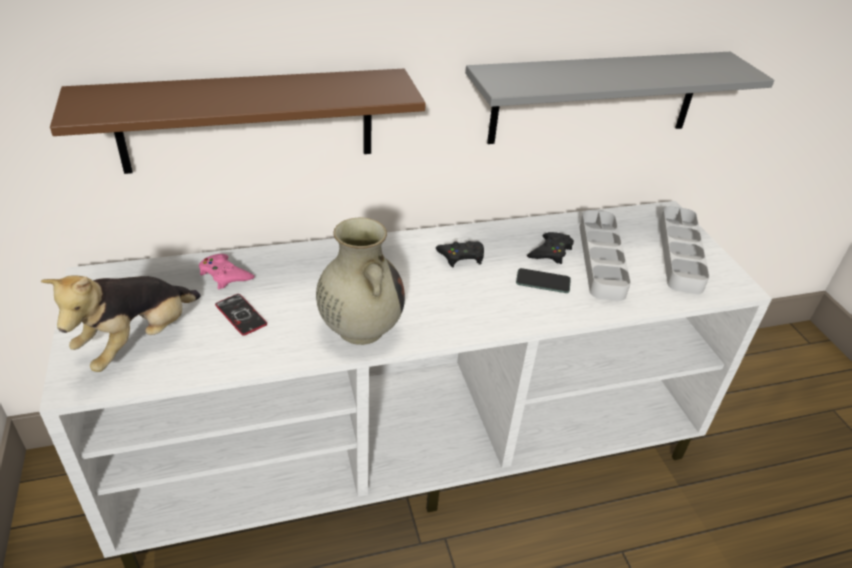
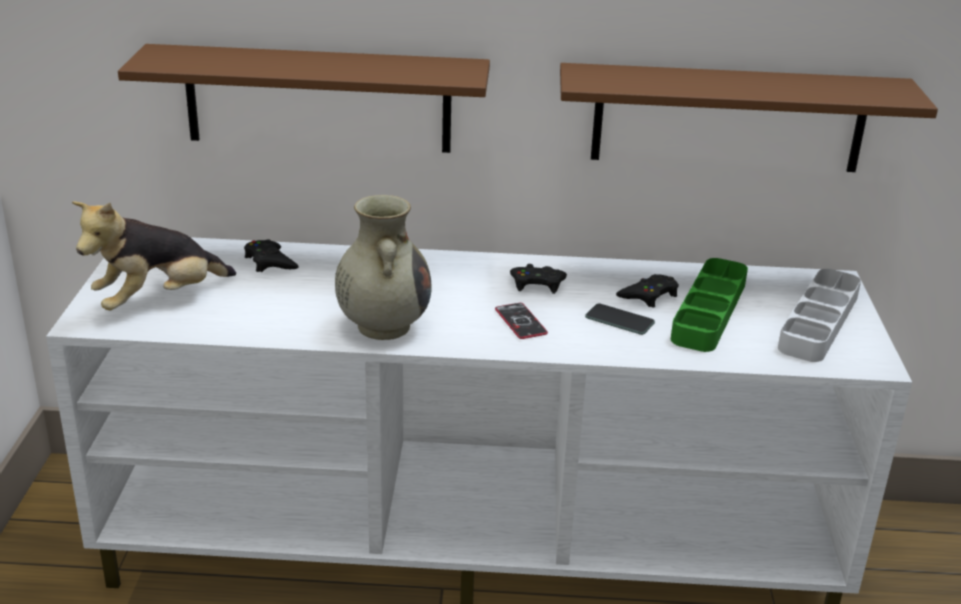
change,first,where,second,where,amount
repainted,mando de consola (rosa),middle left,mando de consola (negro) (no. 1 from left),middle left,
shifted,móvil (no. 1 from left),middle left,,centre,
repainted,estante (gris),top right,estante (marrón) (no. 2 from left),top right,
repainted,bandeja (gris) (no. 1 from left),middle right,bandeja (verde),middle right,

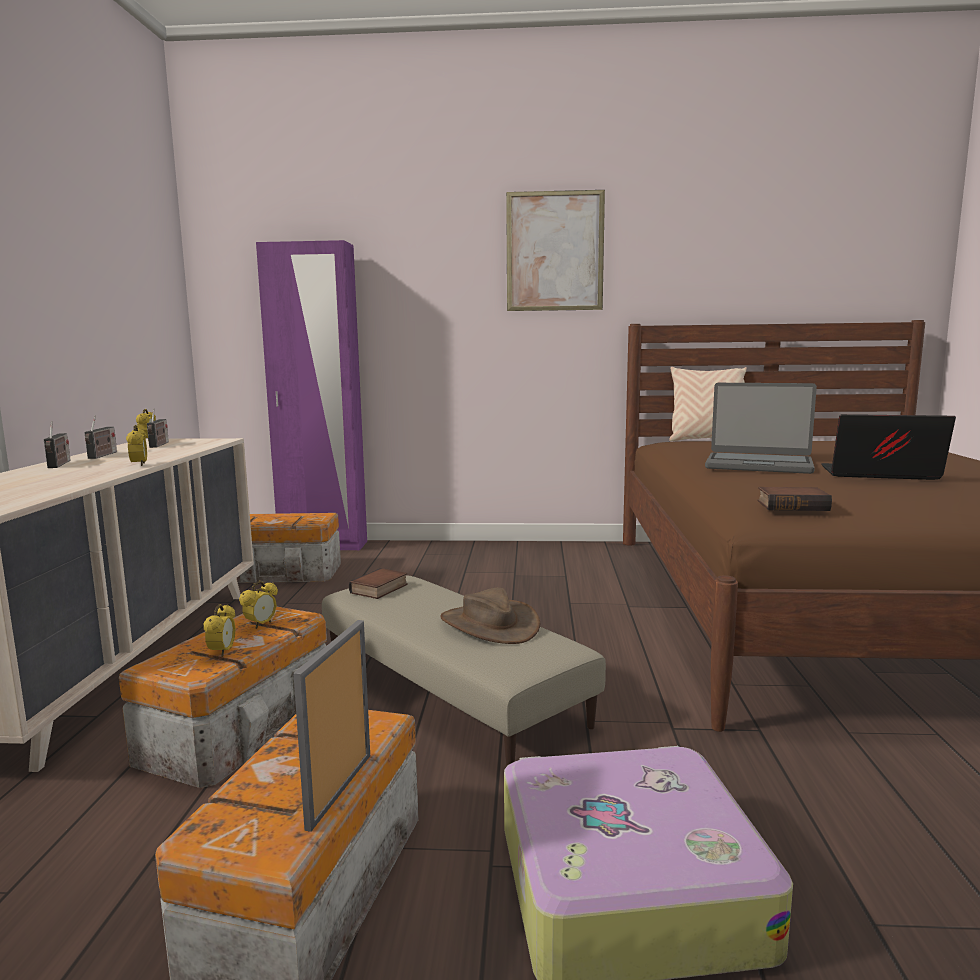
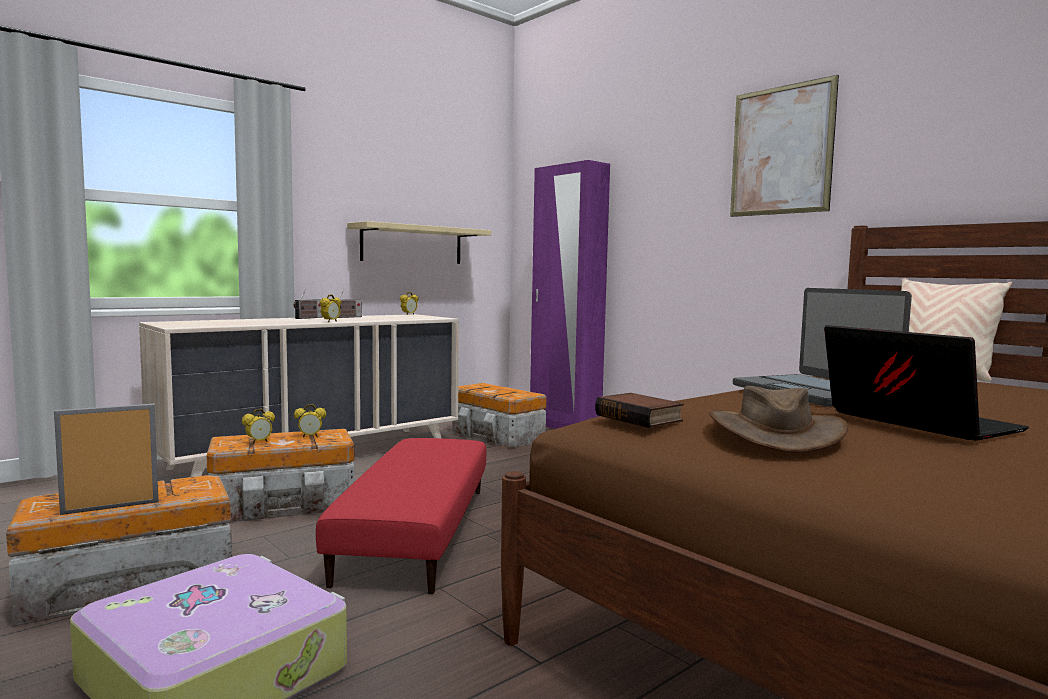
change,first,where,second,where,amount
gone,radio (no. 3 from left),middle left,,,
repainted,puf (beis),bottom centre,puf (rojo),bottom centre,
gone,libro (no. 1 from left),centre,,,
shifted,sombrero (marrón),centre,,middle right,
new,,,estante (beis),centre,

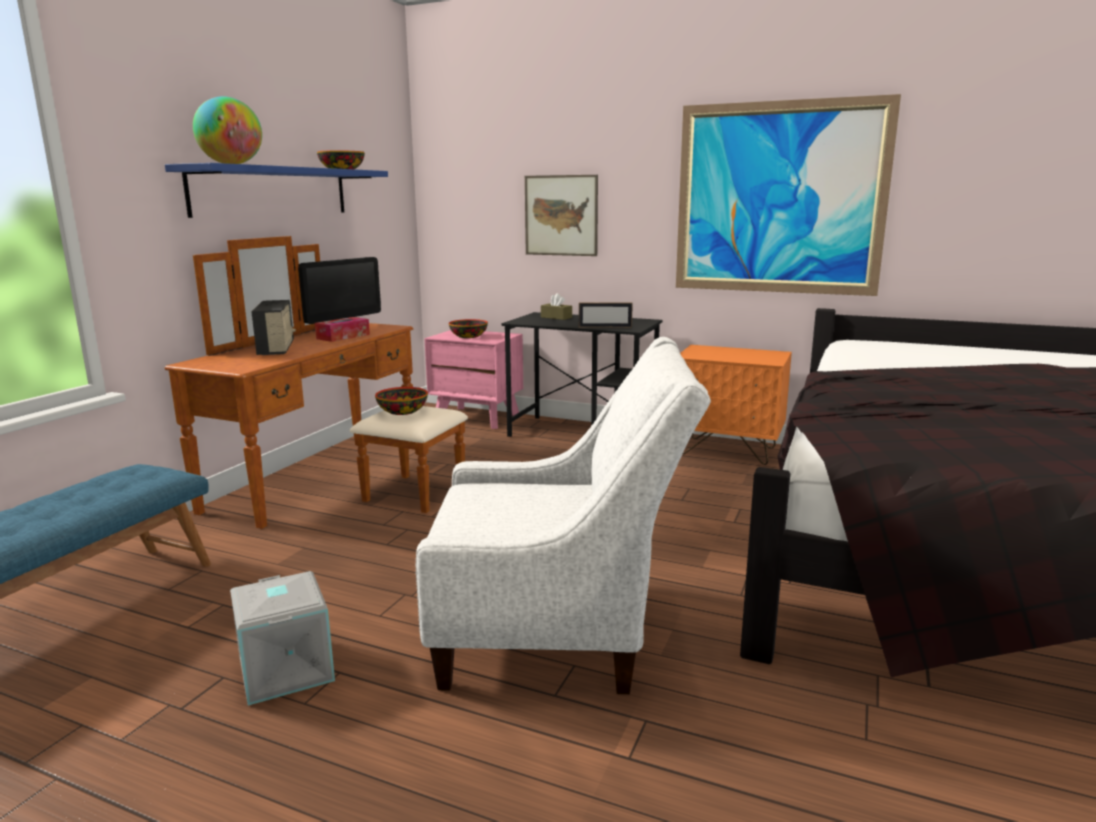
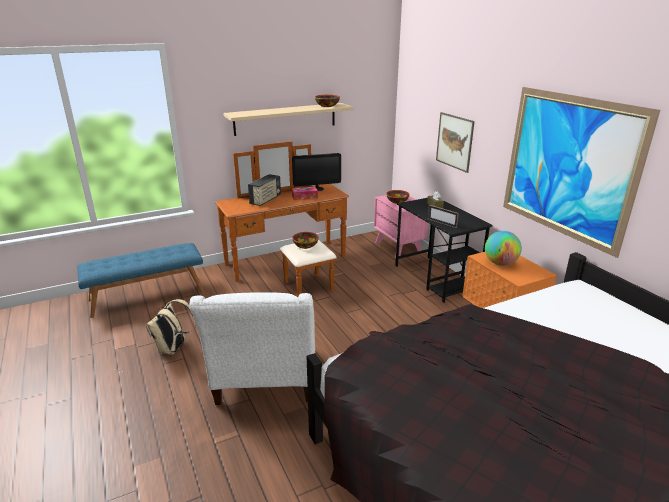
change,first,where,second,where,amount
repainted,estante (azul),top left,estante (beis),top centre,
shifted,globo terráqueo,top left,,middle right,
swapped,caja de almacenaje (gris),bottom left,mochila (beis),middle left,
rotated,sillón (blanco),centre,,bottom centre,45 degrees clockwise

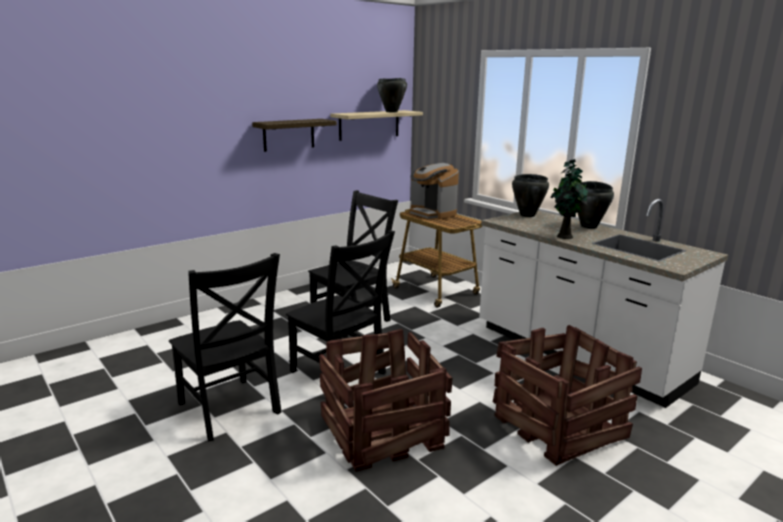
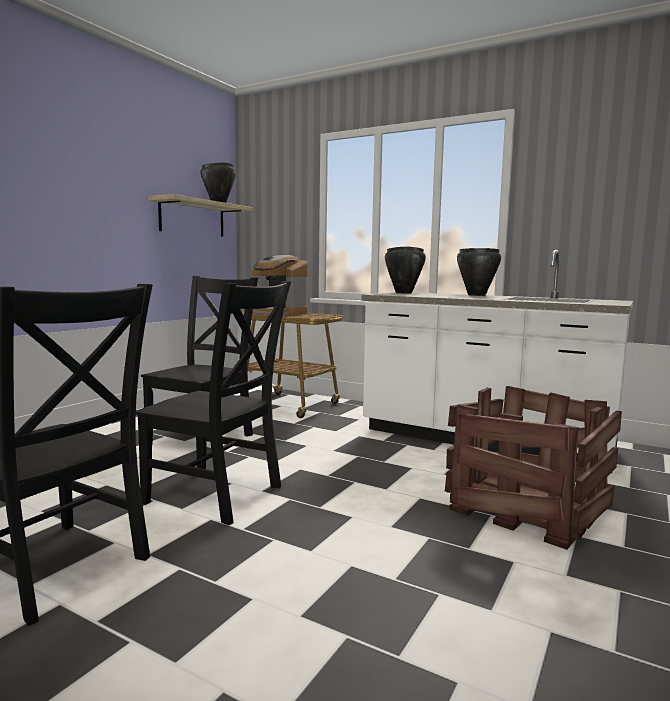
change,first,where,second,where,amount
gone,estante (no. 1 from left),top centre,,,
gone,caja de embalaje (no. 1 from left),bottom centre,,,
gone,planta en maceta,middle right,,,

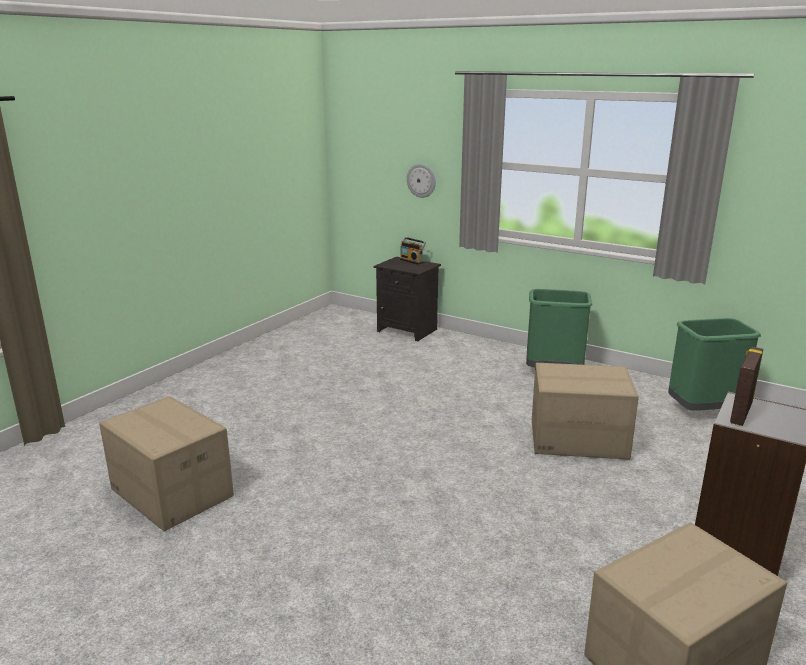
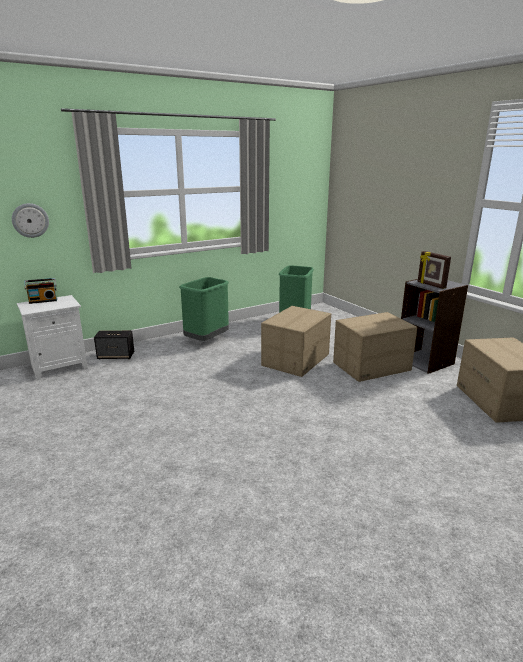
change,first,where,second,where,amount
shifted,caja de cartón (no. 1 from left in the first image),bottom left,caja de cartón (no. 2 from left),middle right,
repainted,mesita de noche (negro),centre,mesita de noche (blanco),middle left,
new,,,altavoz,middle left,

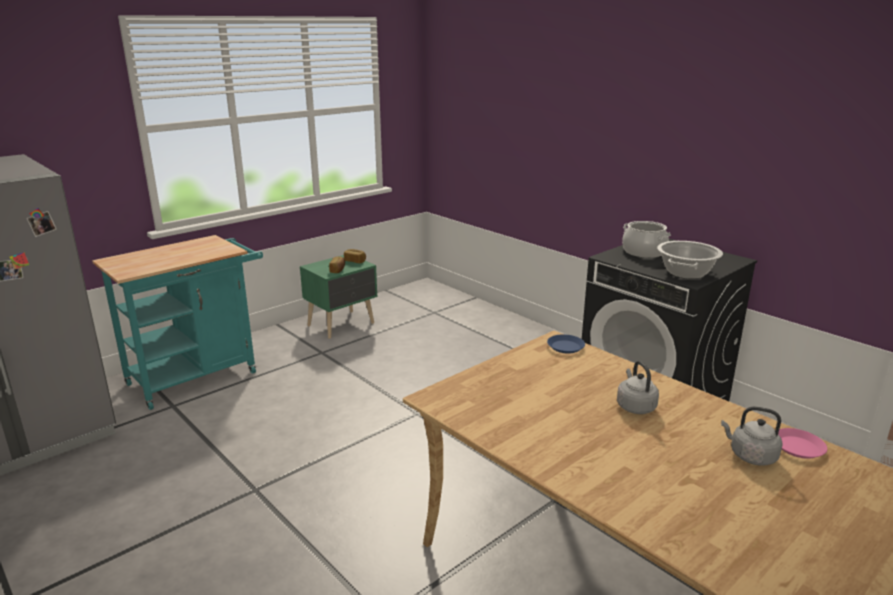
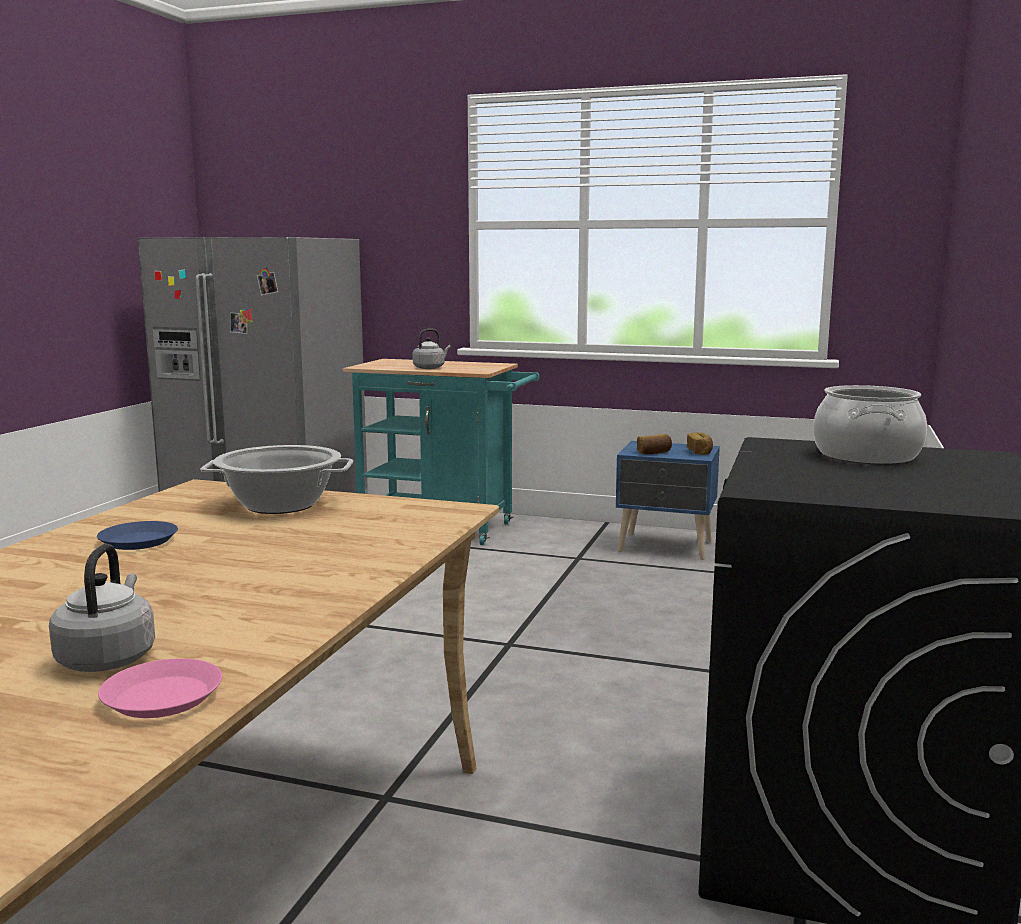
change,first,where,second,where,amount
repainted,mesita de noche (verde),centre,mesita de noche (azul),centre,
shifted,plato (azul),centre,,middle left,
shifted,hervidor (gris) (no. 1 from left in the first image),middle right,hervidor (gris) (no. 2 from left),centre,
shifted,olla (no. 2 from left in the first image),middle right,olla (no. 1 from left),middle left,

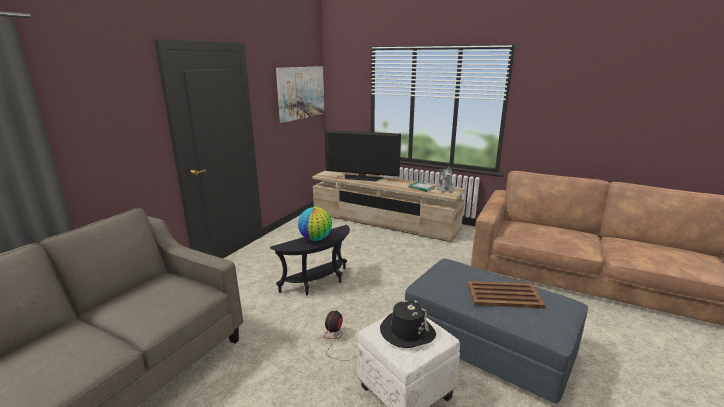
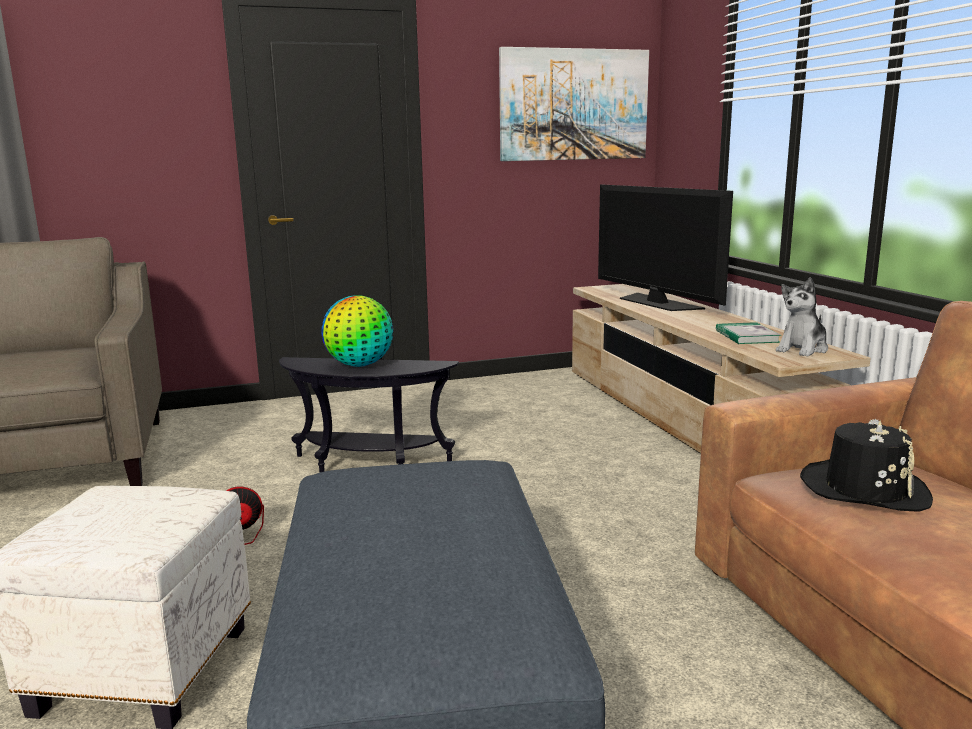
change,first,where,second,where,amount
shifted,sombrero (negro),bottom centre,,middle right,
gone,bandeja (marrón),bottom right,,,

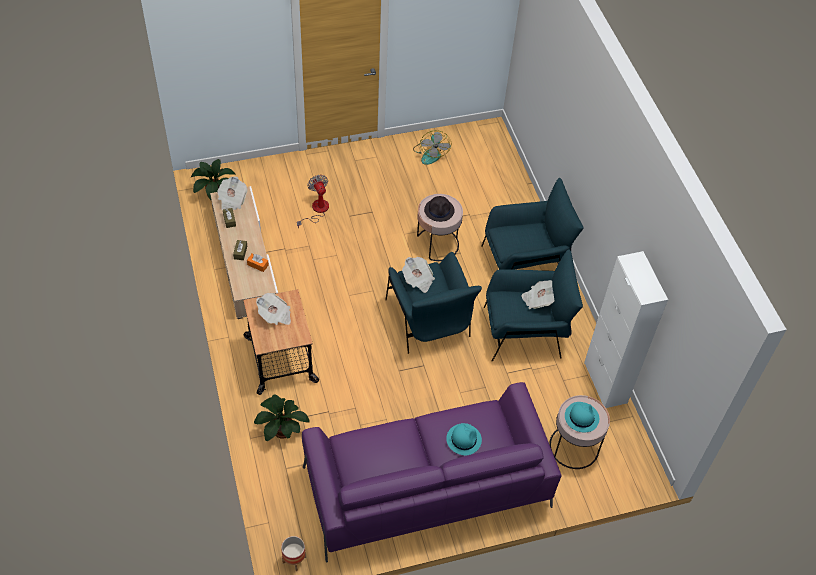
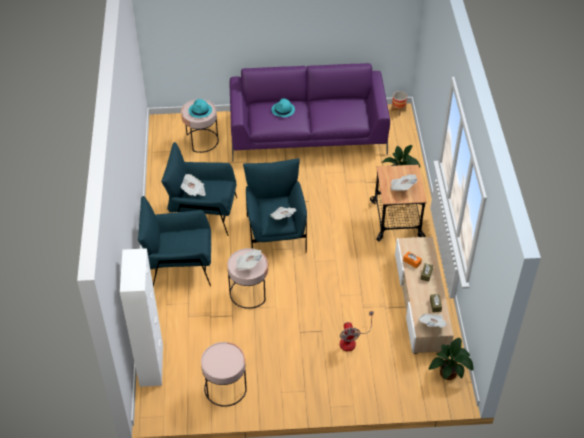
change,first,where,second,where,amount
swapped,ventilador (no. 2 from left),top centre,mesa auxiliar (rosa) (no. 2 from left),bottom centre,
swapped,sombrero (negro),centre,periódico (no. 2 from left),centre,
shifted,armario (blanco),middle right,,bottom left,

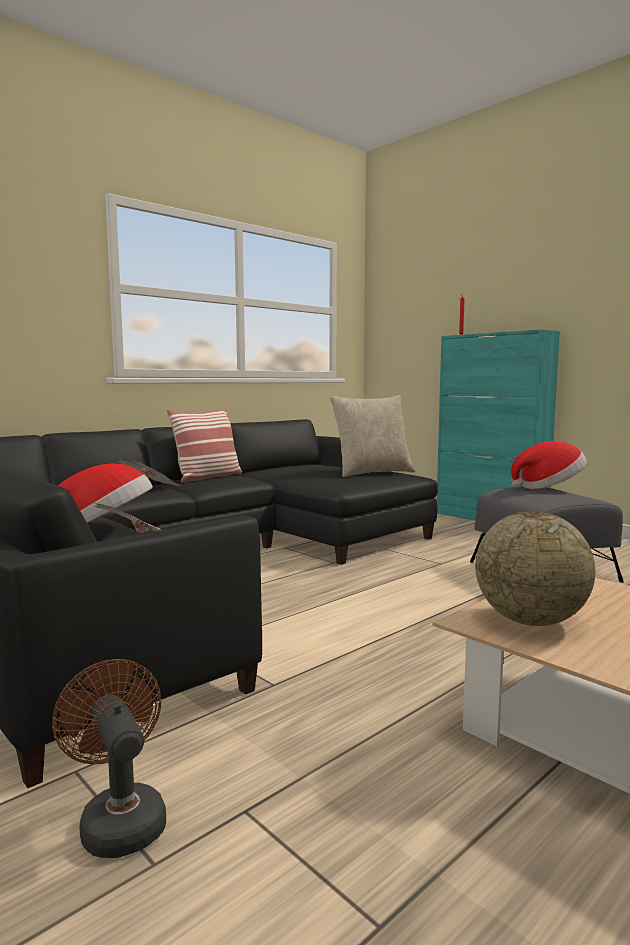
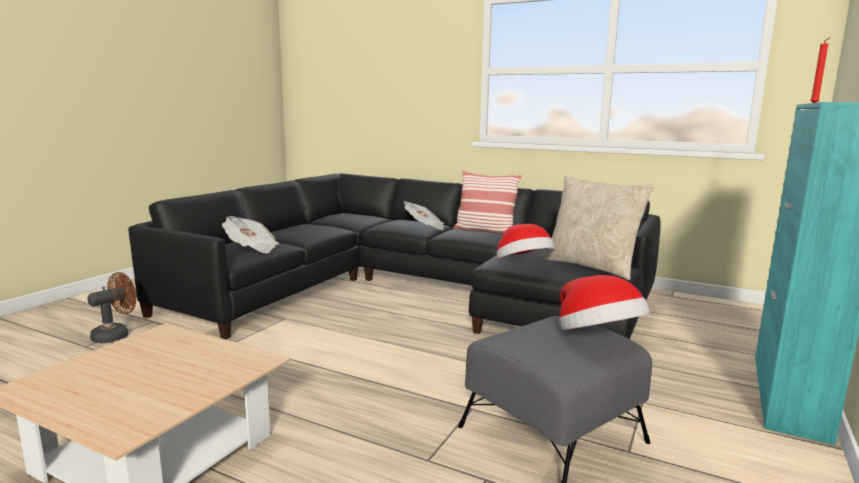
change,first,where,second,where,amount
shifted,sombrero (no. 1 from left),middle left,,centre,
gone,globo terráqueo,middle right,,,

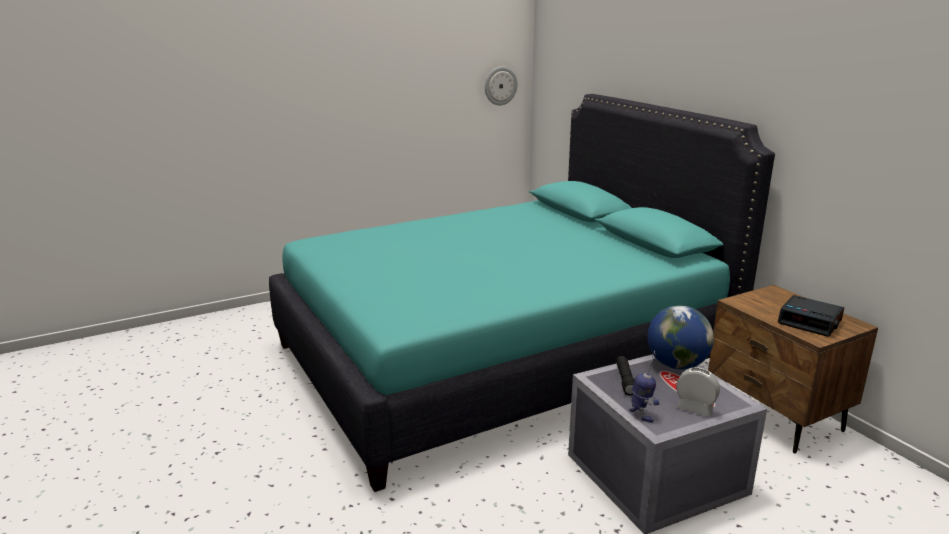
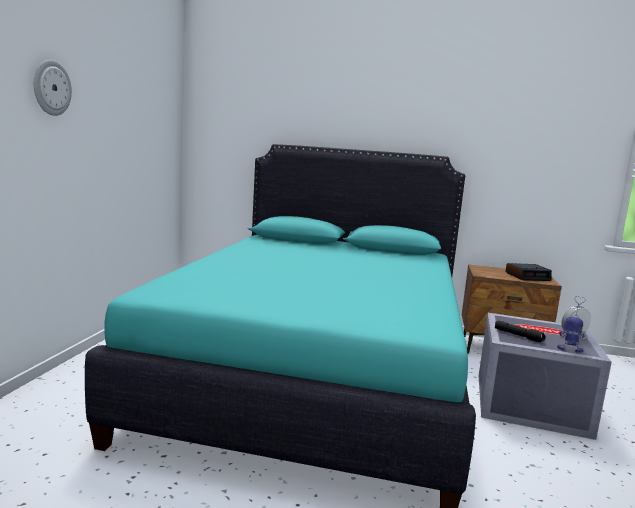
change,first,where,second,where,amount
shifted,reloj de pared,top centre,,top left,
gone,globo terráqueo,middle right,,,

